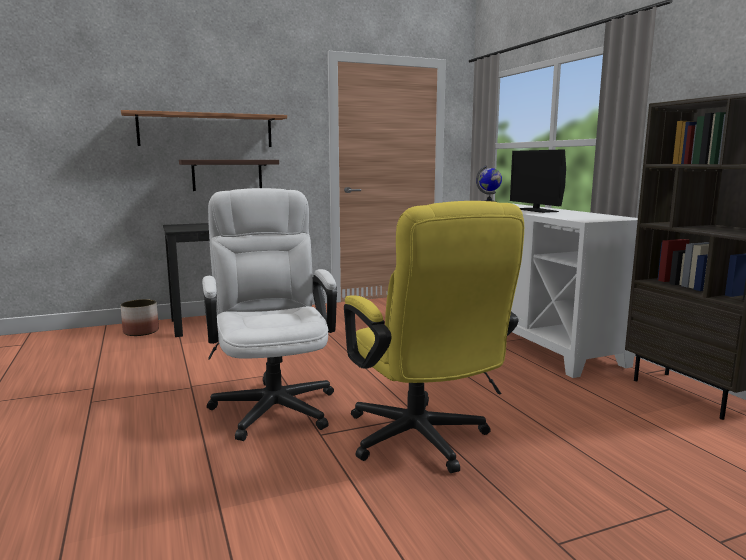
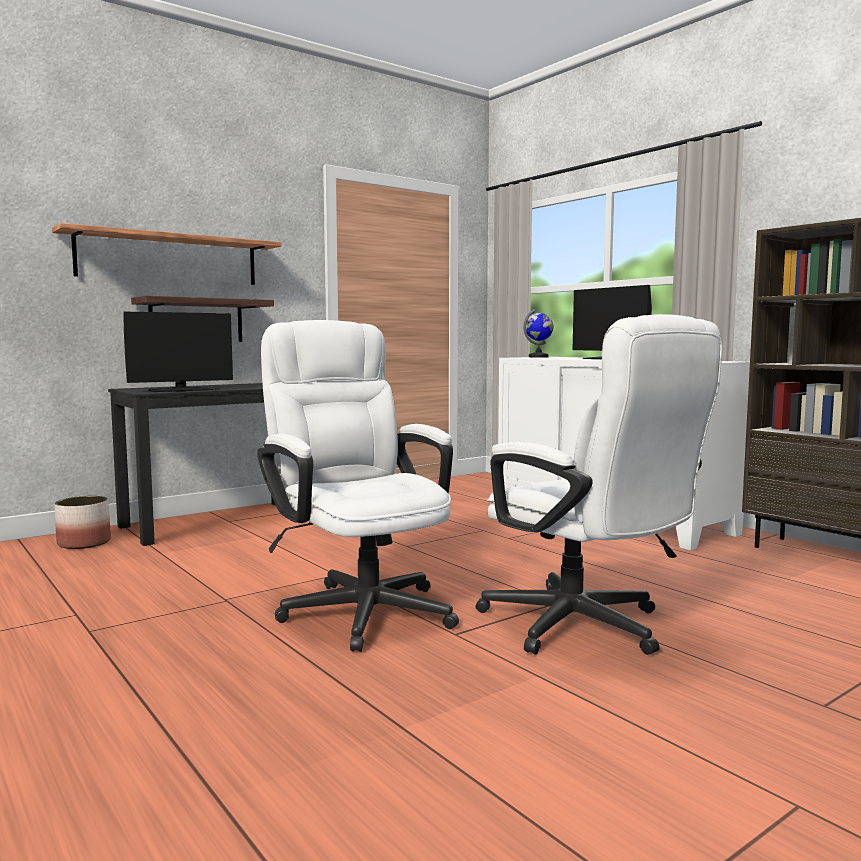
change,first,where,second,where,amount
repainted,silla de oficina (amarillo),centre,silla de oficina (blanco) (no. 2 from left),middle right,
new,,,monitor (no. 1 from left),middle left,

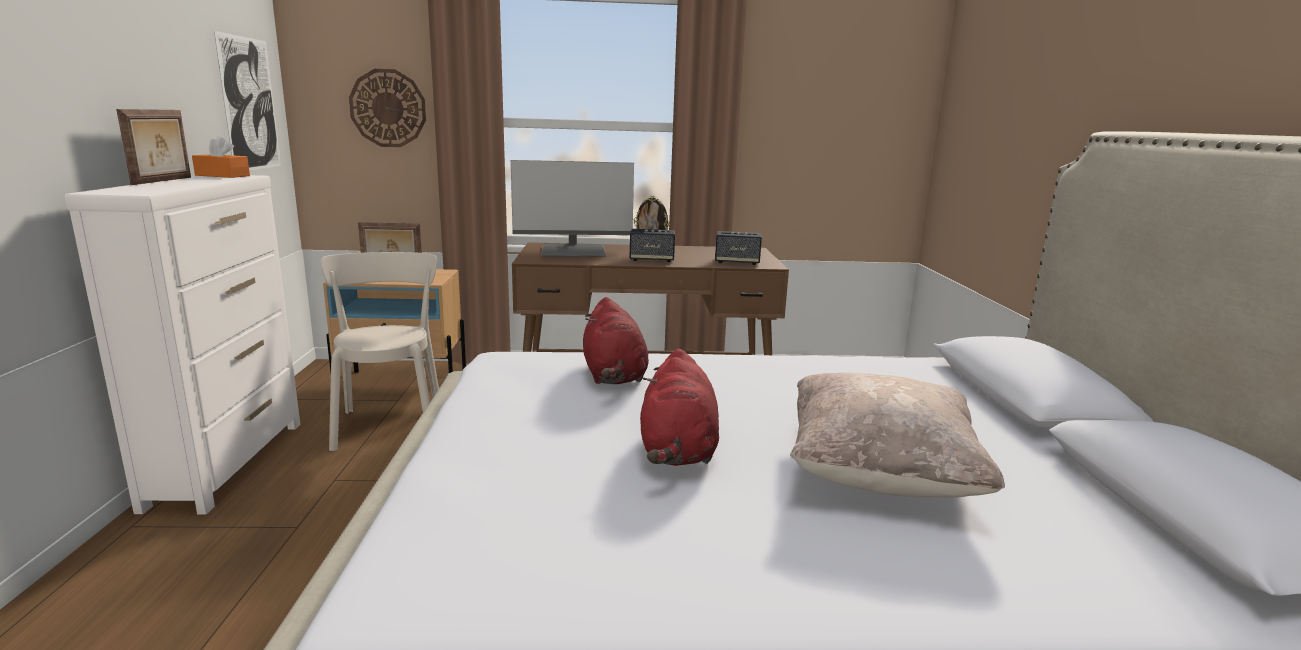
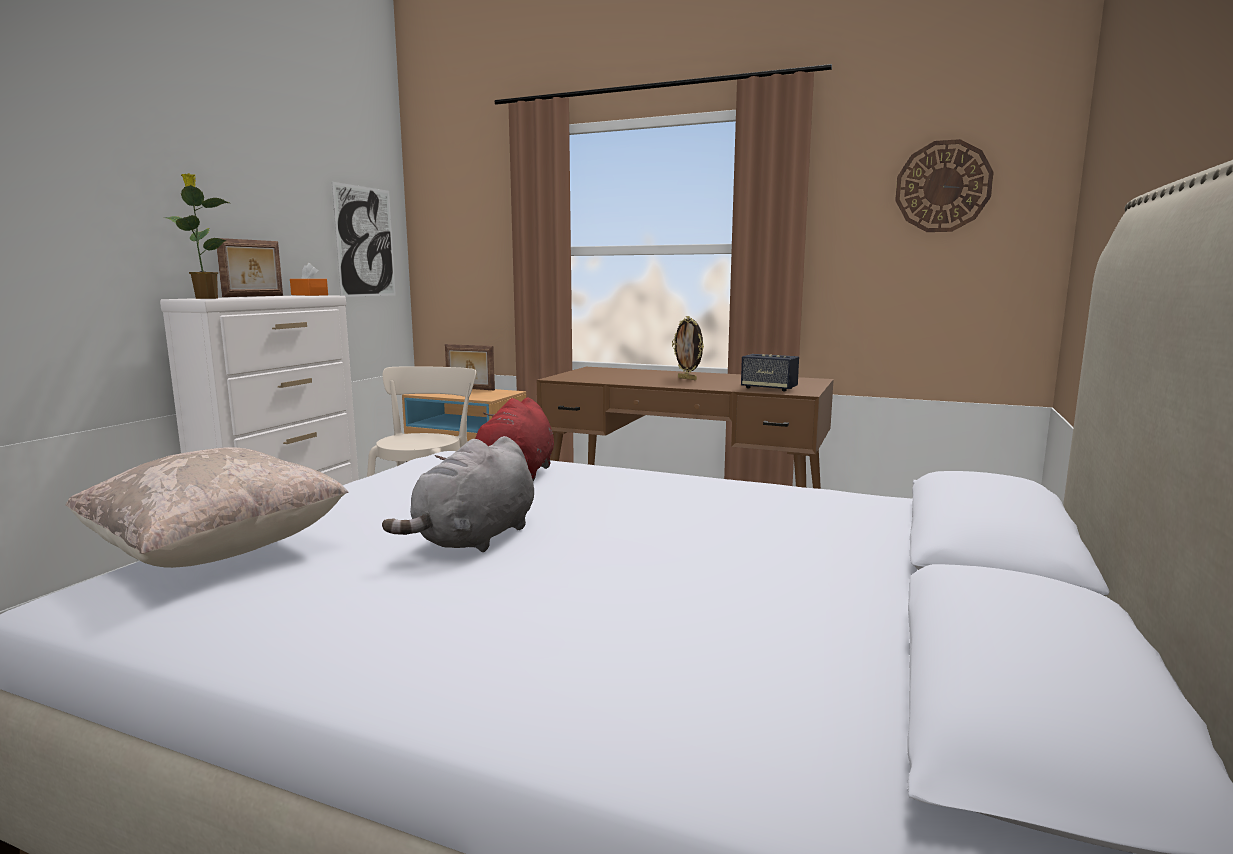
change,first,where,second,where,amount
shifted,reloj de pared,top left,,top right,
gone,monitor,top centre,,,
gone,altavoz (no. 1 from left),centre,,,
repainted,peluche (rojo) (no. 2 from left),centre,peluche (gris),centre,
shifted,cojín (beis),bottom right,,middle left,
new,,,planta en maceta,top left,

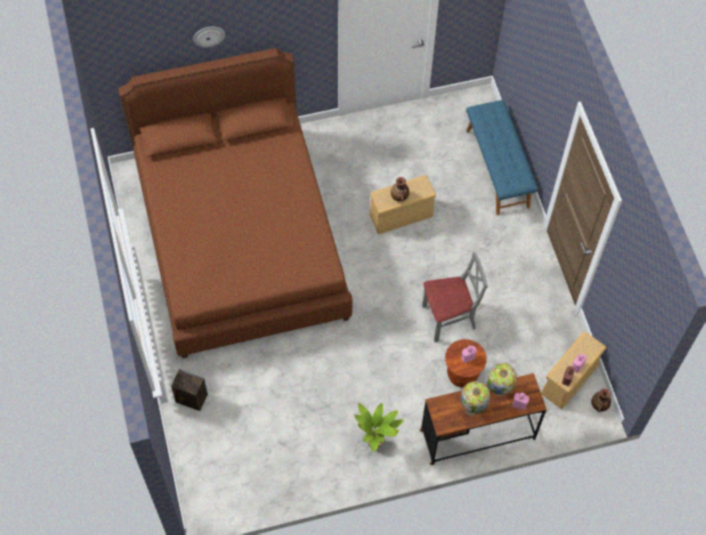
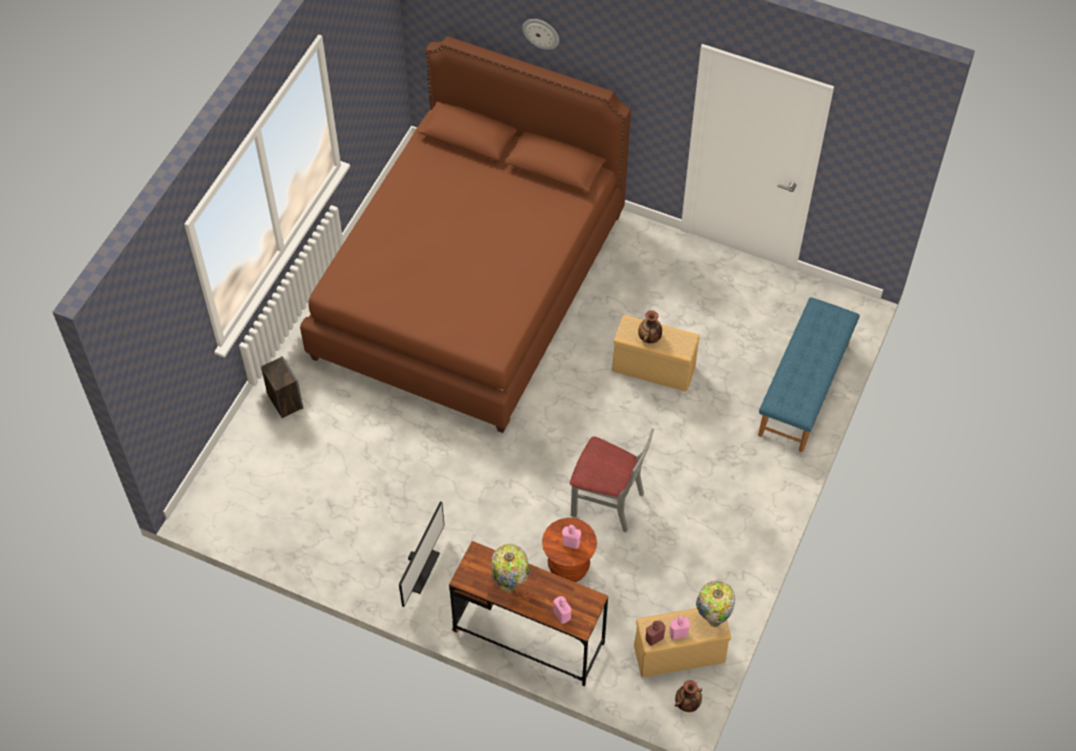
change,first,where,second,where,amount
swapped,planta en maceta,bottom centre,monitor,bottom centre,
shifted,lámpara de mesa (no. 2 from left),bottom right,,bottom centre,

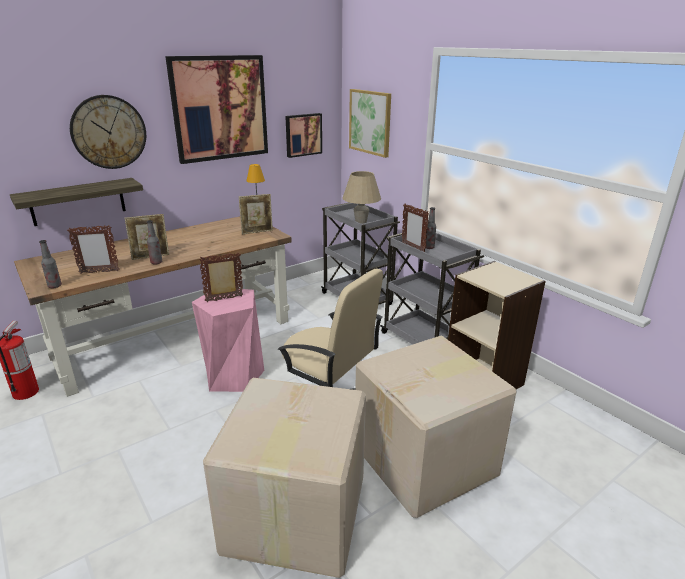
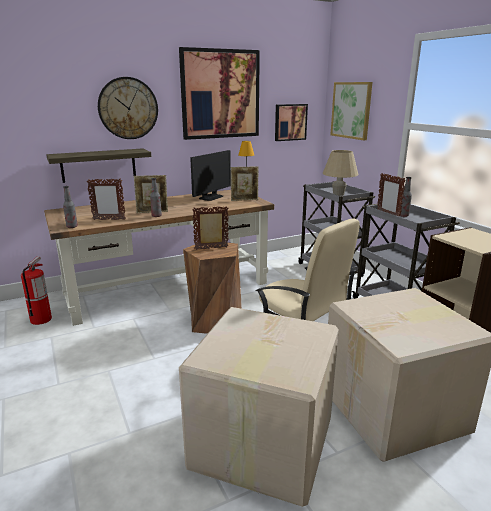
change,first,where,second,where,amount
repainted,taburete (rosa),middle left,taburete (marrón),centre,
new,,,monitor,centre,

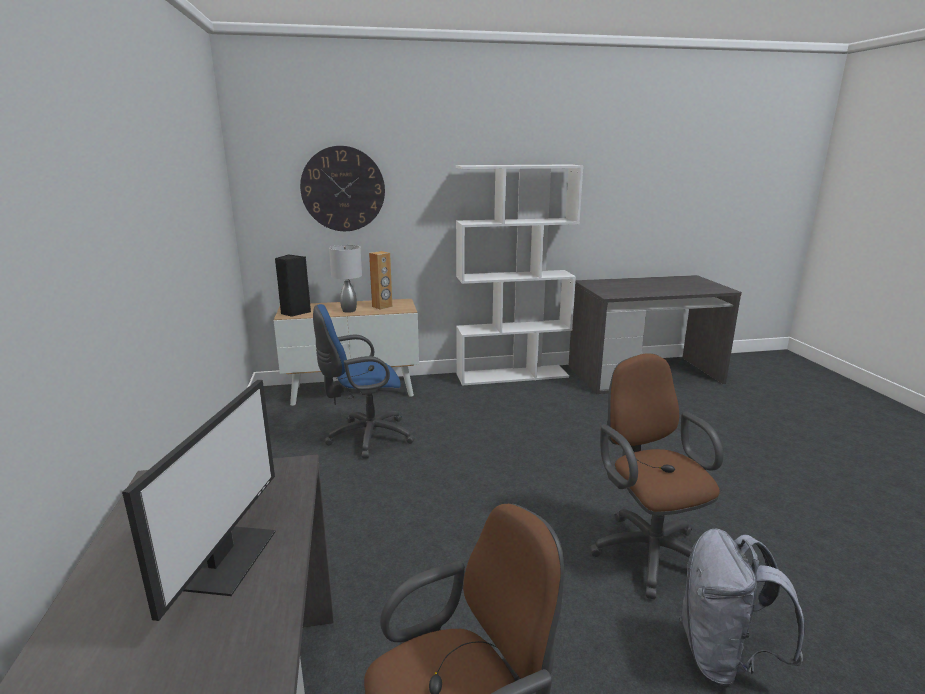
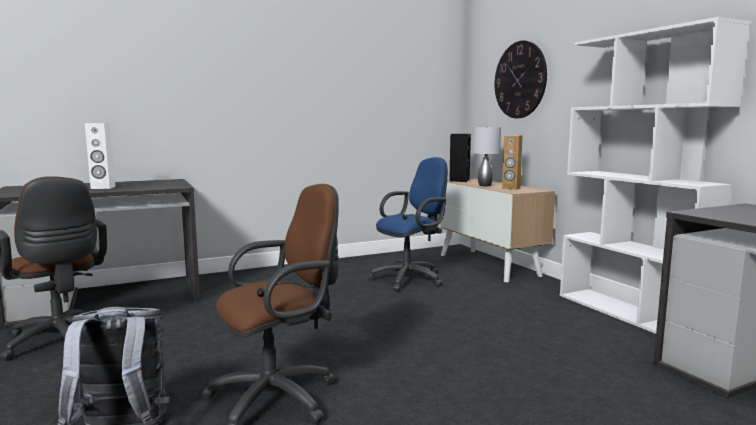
change,first,where,second,where,amount
swapped,monitor,bottom left,altavoz (blanco),middle left,
rotated,silla de oficina (azul),centre,,centre,90 degrees clockwise

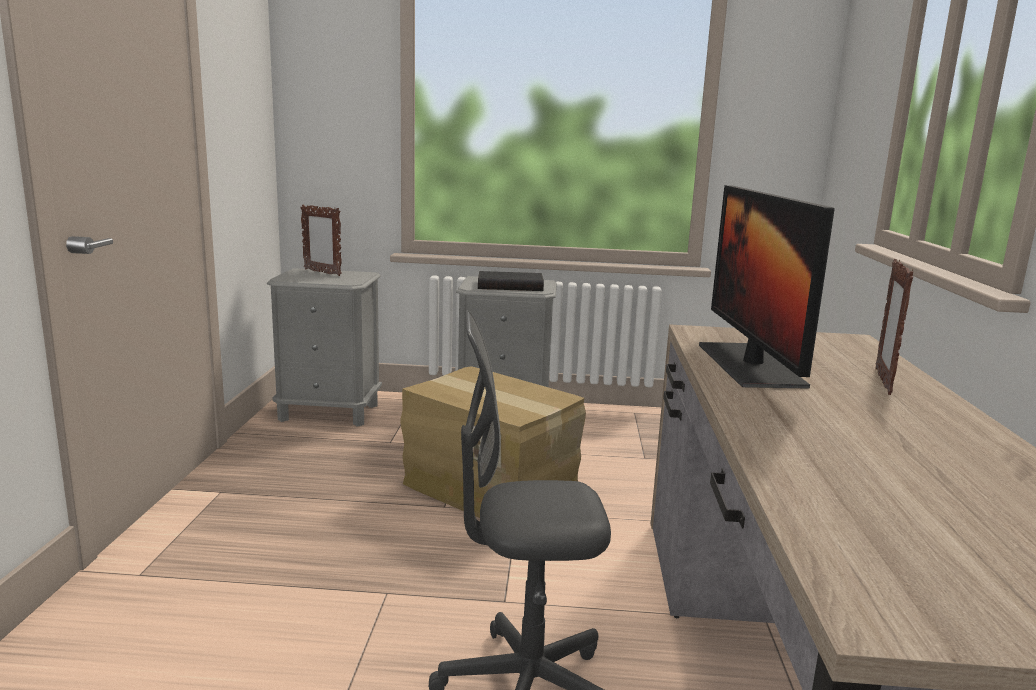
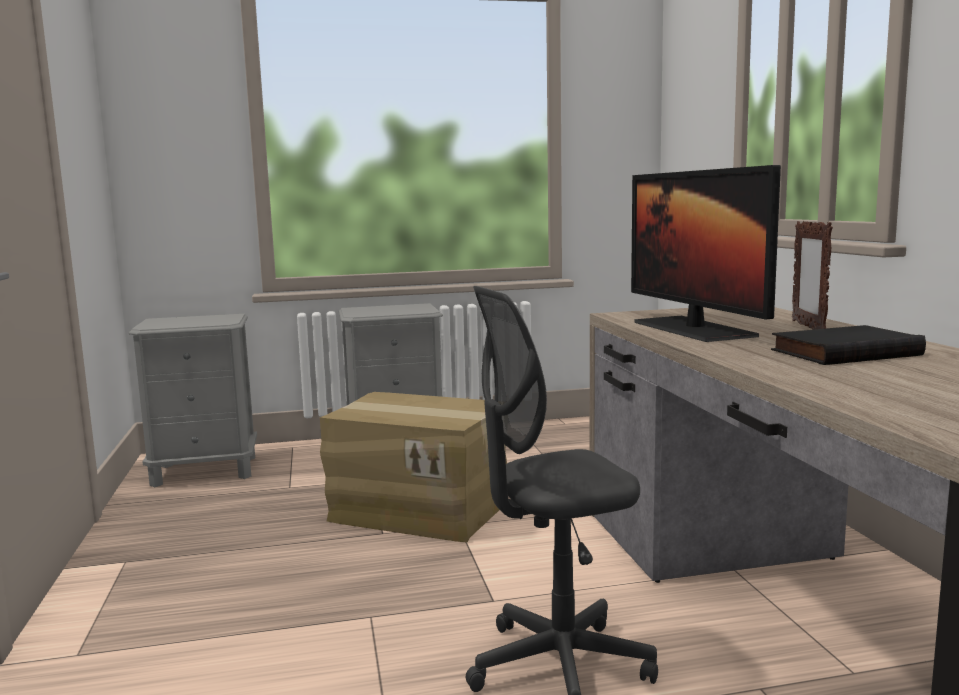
change,first,where,second,where,amount
gone,portarretratos (no. 1 from left),middle left,,,
shifted,libro (negro),centre,,middle right,

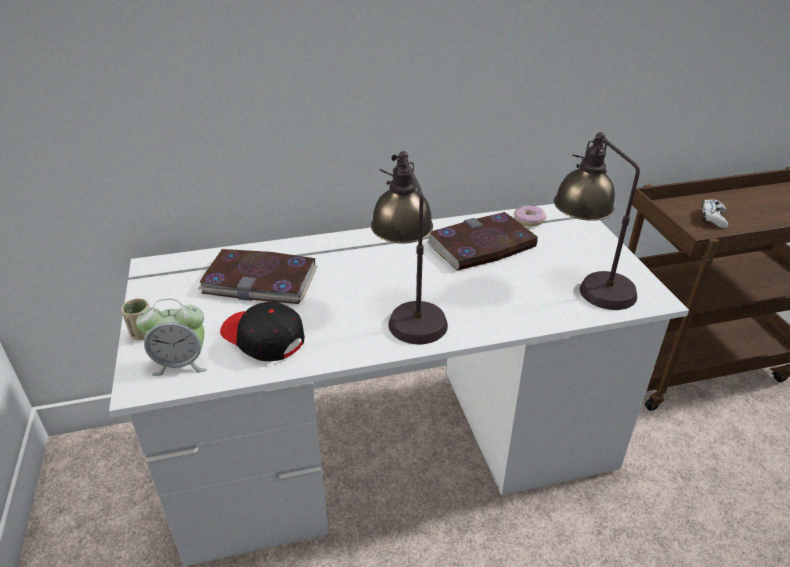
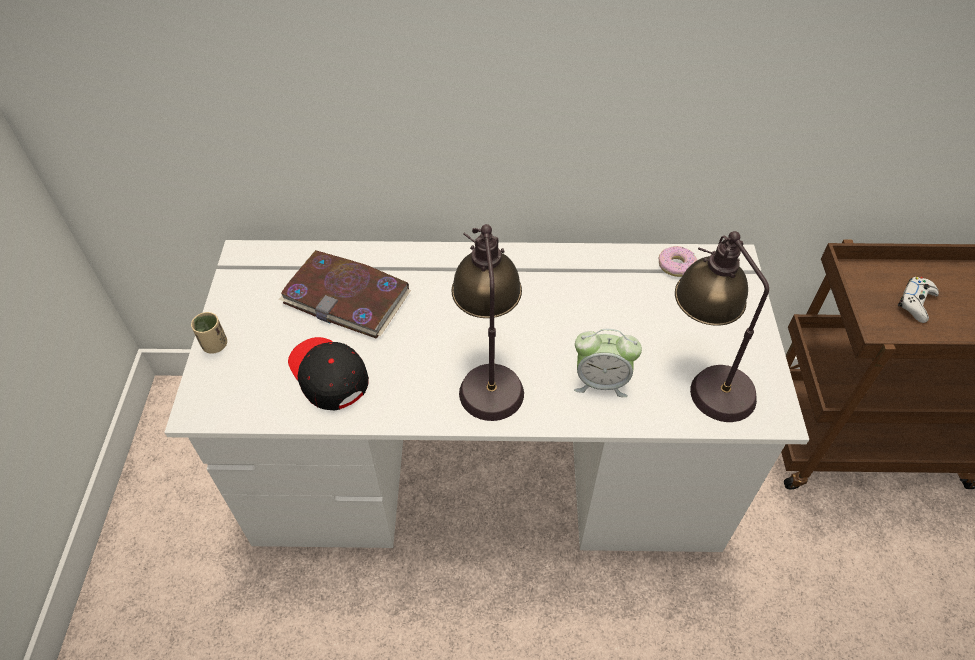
change,first,where,second,where,amount
shifted,despertador,middle left,,centre,
gone,libro (no. 2 from left),centre,,,

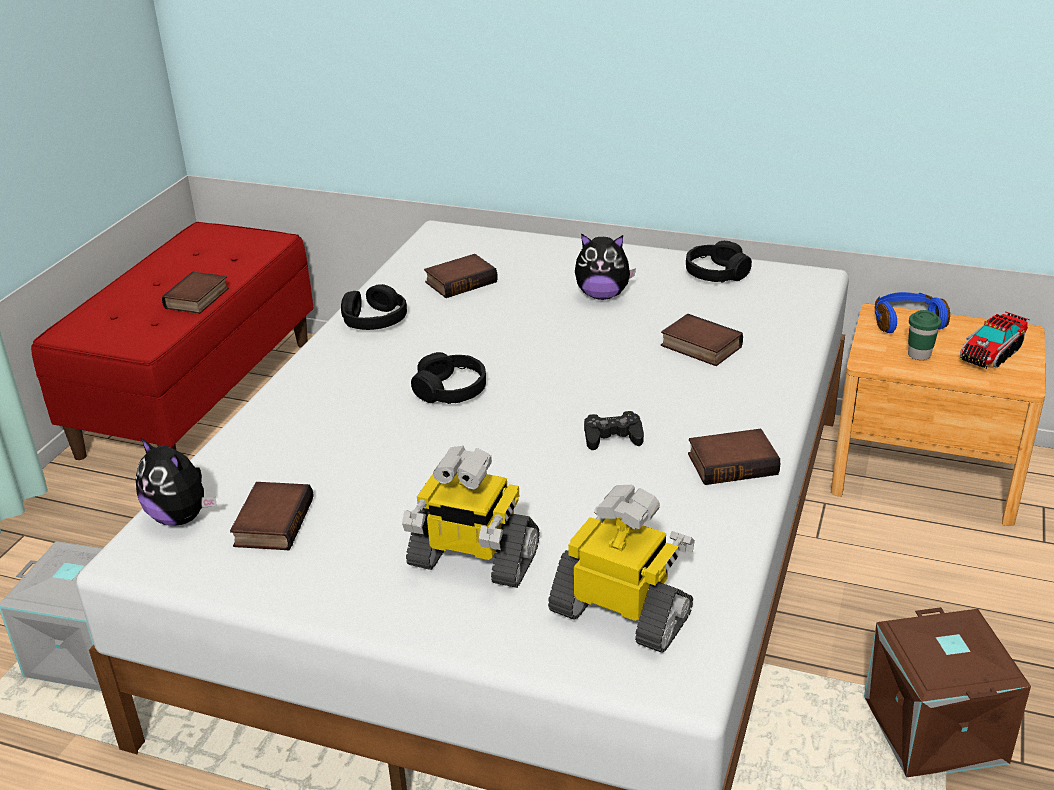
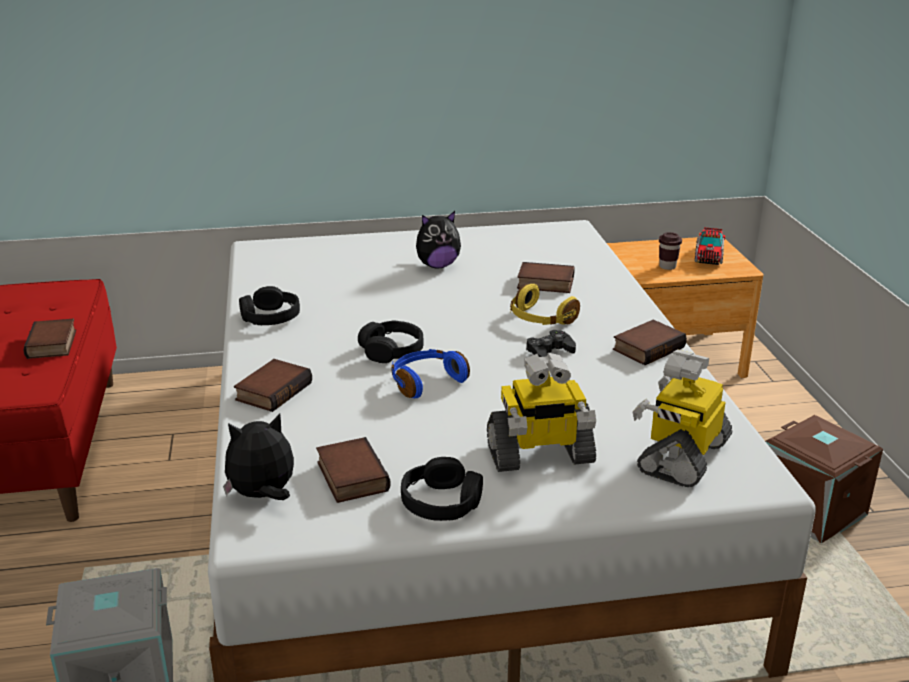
change,first,where,second,where,amount
rotated,peluche (no. 1 from left),middle left,,bottom left,150 degrees clockwise
shifted,libro (no. 3 from left in the first image),centre,libro (no. 2 from left),middle left,
rotated,robot de juguete (no. 2 from left),bottom centre,,middle right,60 degrees counterclockwise
shifted,auriculares (negro) (no. 3 from left),top right,,bottom centre,
shifted,auriculares (azul),middle right,,centre,
repainted,taza (verde),middle right,taza (marrón),middle right,
new,,,auriculares (amarillo),centre,

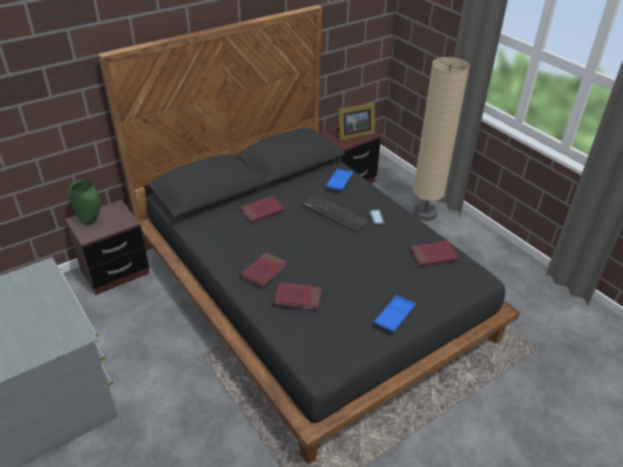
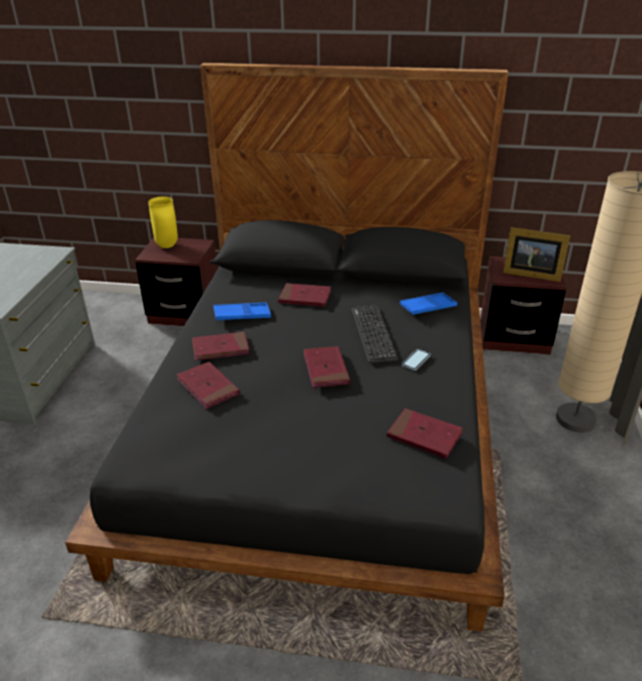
change,first,where,second,where,amount
repainted,florero (verde),middle left,florero (amarillo),top left,
shifted,bandeja (azul) (no. 2 from left in the first image),bottom centre,bandeja (azul) (no. 1 from left),centre,
new,,,libro (rojo) (no. 4 from left),centre,

